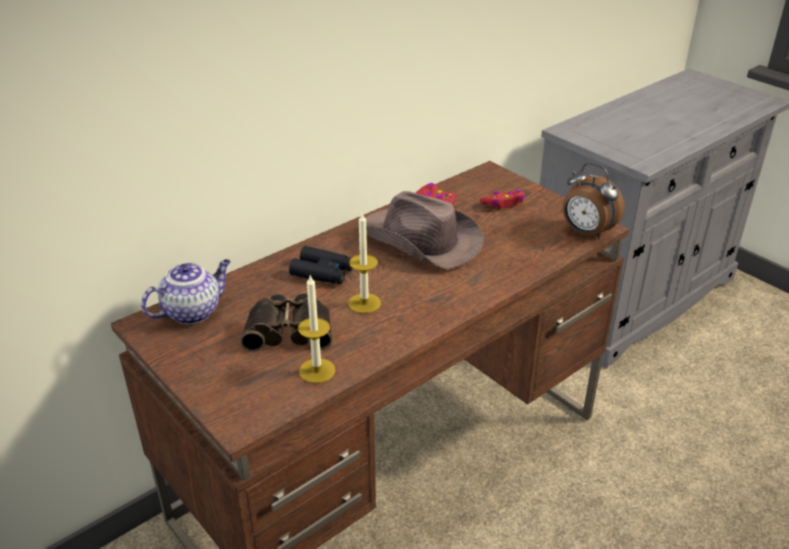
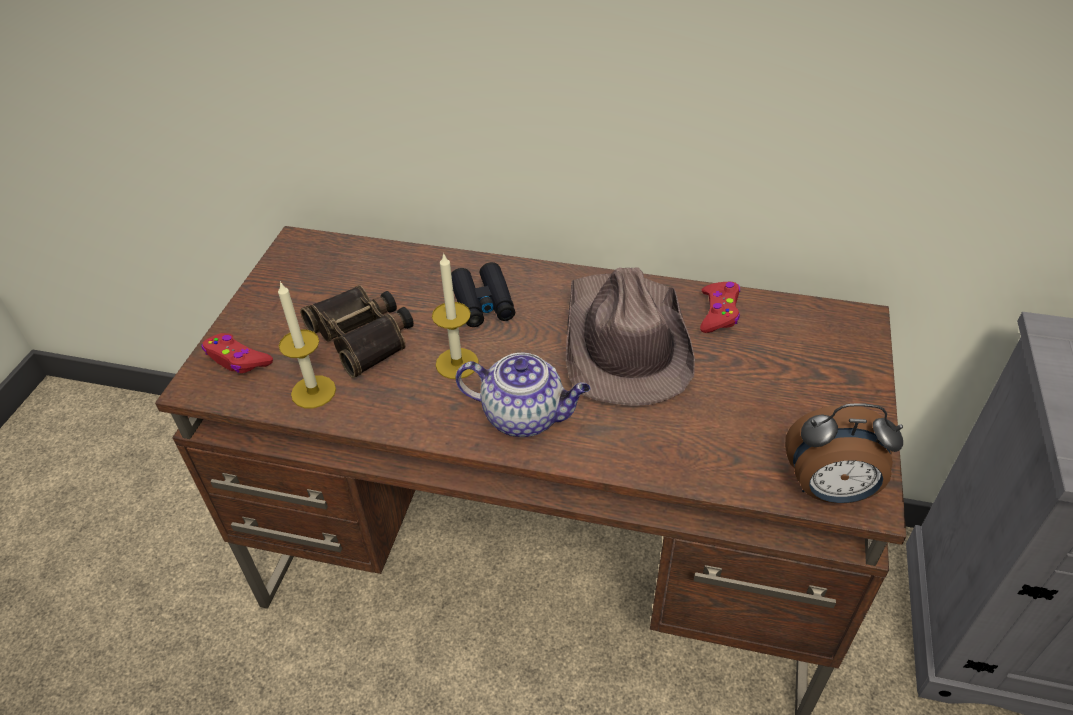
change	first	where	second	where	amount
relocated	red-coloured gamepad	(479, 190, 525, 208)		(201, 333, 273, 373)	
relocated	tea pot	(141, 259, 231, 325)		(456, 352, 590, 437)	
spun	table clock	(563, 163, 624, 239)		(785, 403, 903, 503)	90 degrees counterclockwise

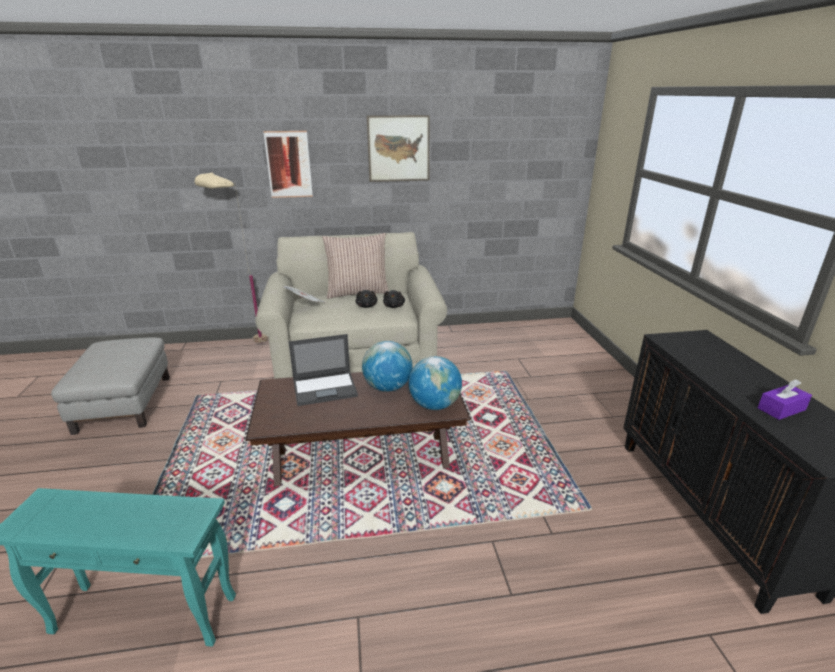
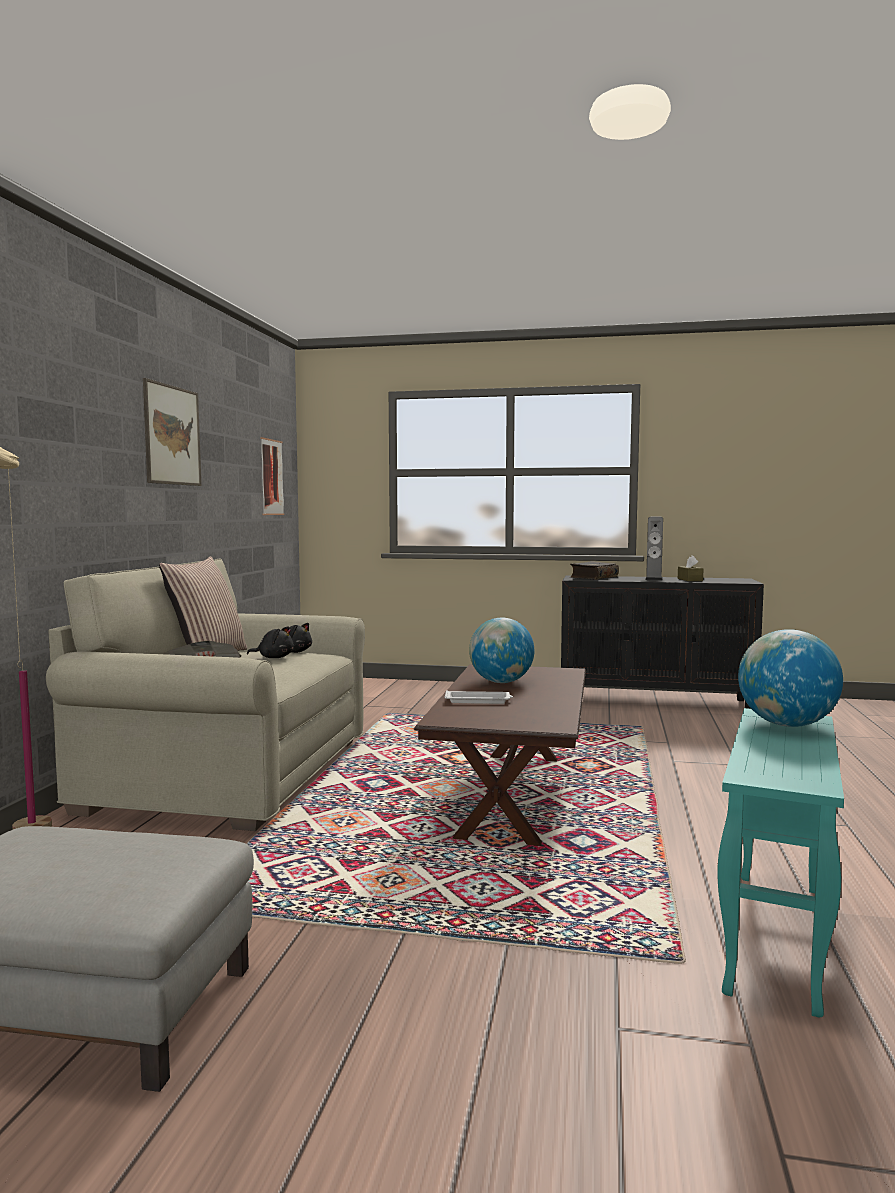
change	first	where	second	where	amount
relocated	picture	(263, 131, 313, 198)		(261, 437, 284, 515)	
exchanged	laptop	(289, 334, 358, 406)	whitish carrying tray	(445, 690, 513, 704)	
appeared			book	(570, 561, 619, 580)	
appeared			audio speaker	(645, 517, 663, 580)	
colour	purplish box of tissues	(758, 379, 812, 420)	brown-coloured box of tissues	(678, 555, 703, 581)	
relocated	world globe	(409, 356, 462, 410)		(738, 629, 843, 727)	

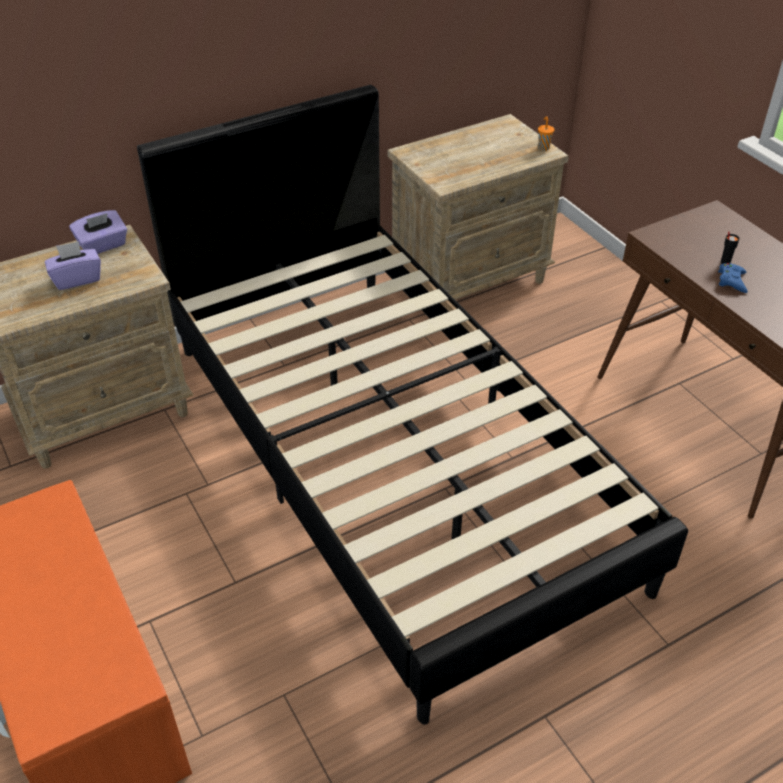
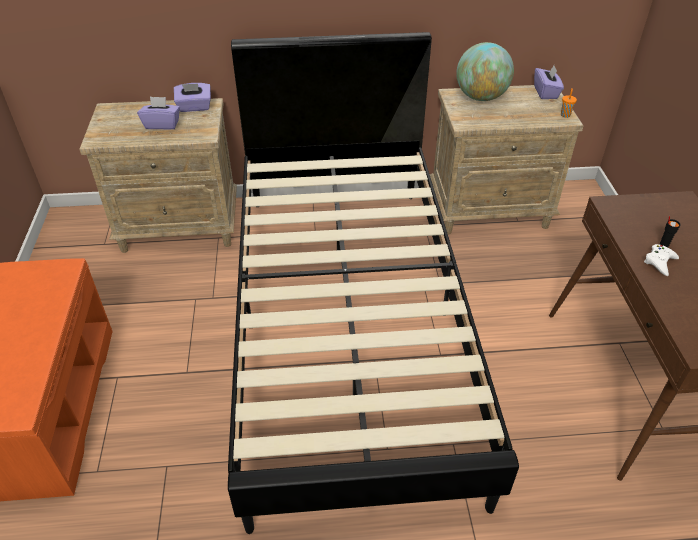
change	first	where	second	where	amount
appeared			world globe	(456, 42, 514, 101)	
appeared			purplish box of tissues	(534, 65, 564, 99)	
colour	bluish gamepad	(718, 263, 748, 293)	whitish gamepad	(644, 244, 679, 276)	

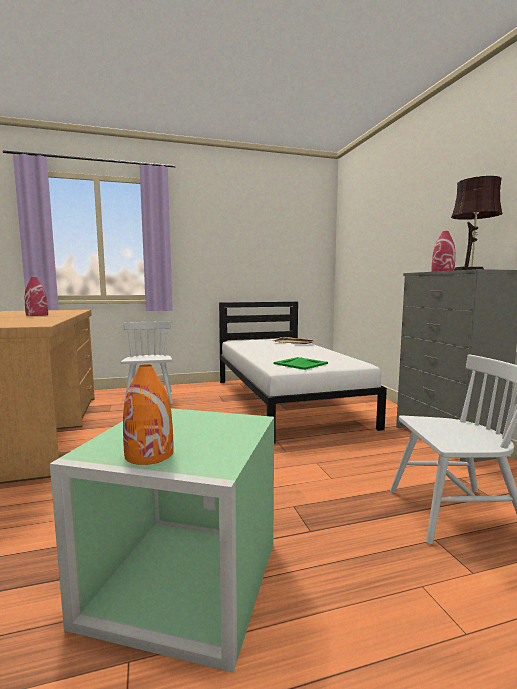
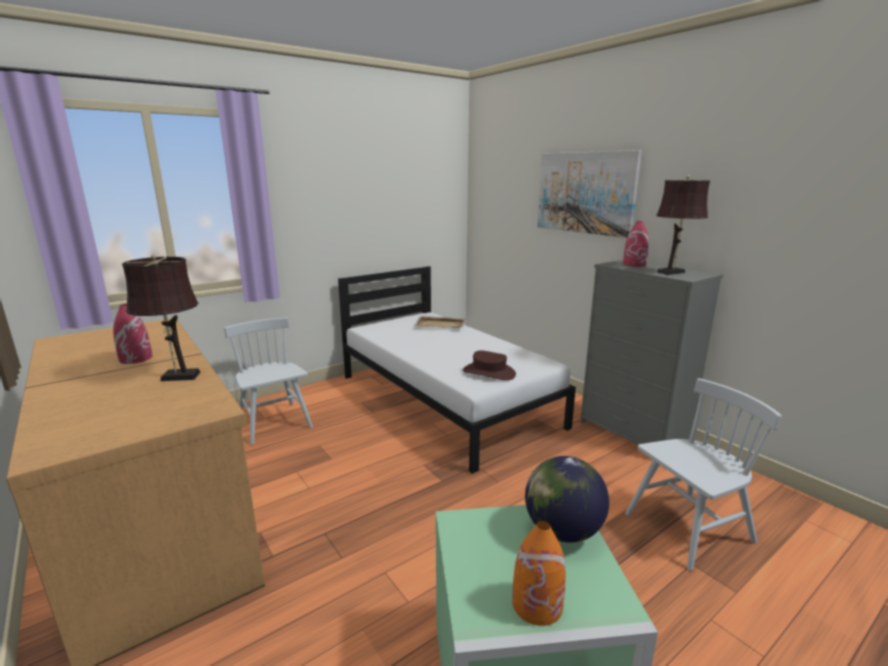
change	first	where	second	where	amount
appeared			brown-coloured tabletop lamp	(122, 254, 201, 381)	
exchanged	green carrying tray	(274, 357, 328, 370)	brown-coloured clothing hat	(463, 351, 516, 380)	
appeared			world globe	(525, 456, 609, 543)	
appeared			picture	(537, 150, 642, 238)	

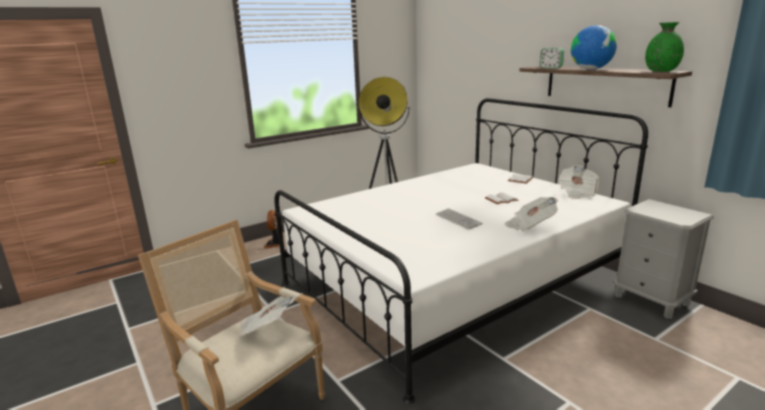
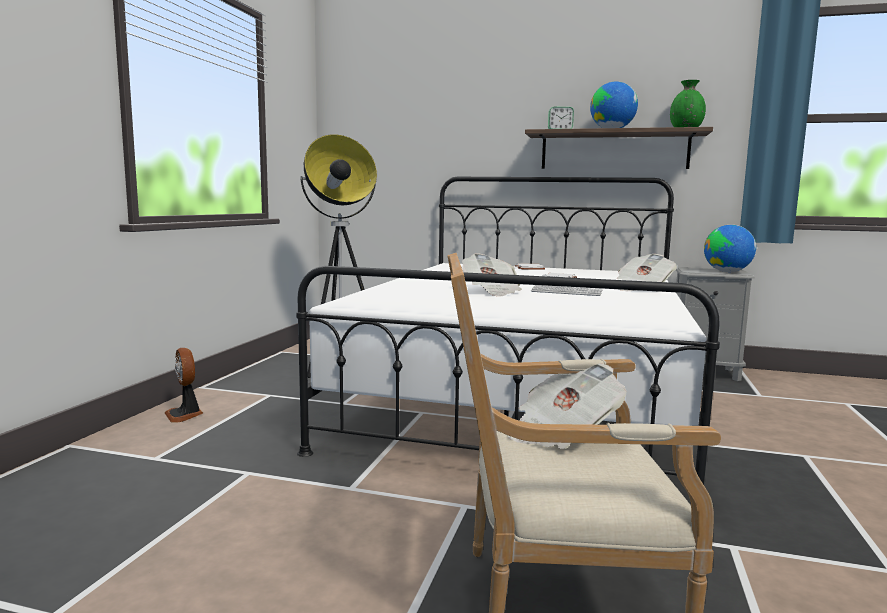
change	first	where	second	where	amount
relocated	daily paper	(558, 165, 600, 199)		(462, 253, 522, 297)	
appeared			world globe	(704, 225, 756, 272)	

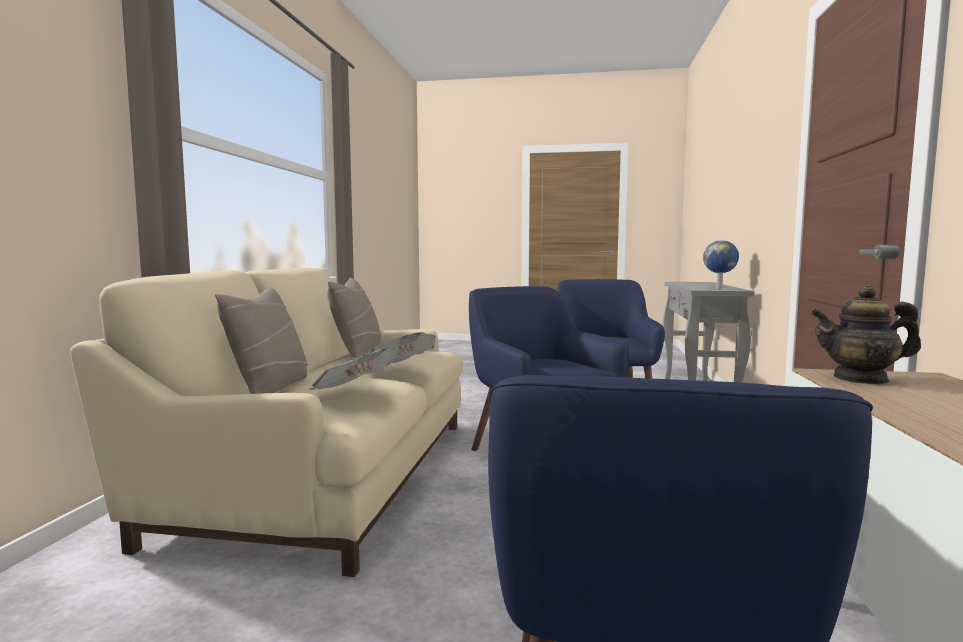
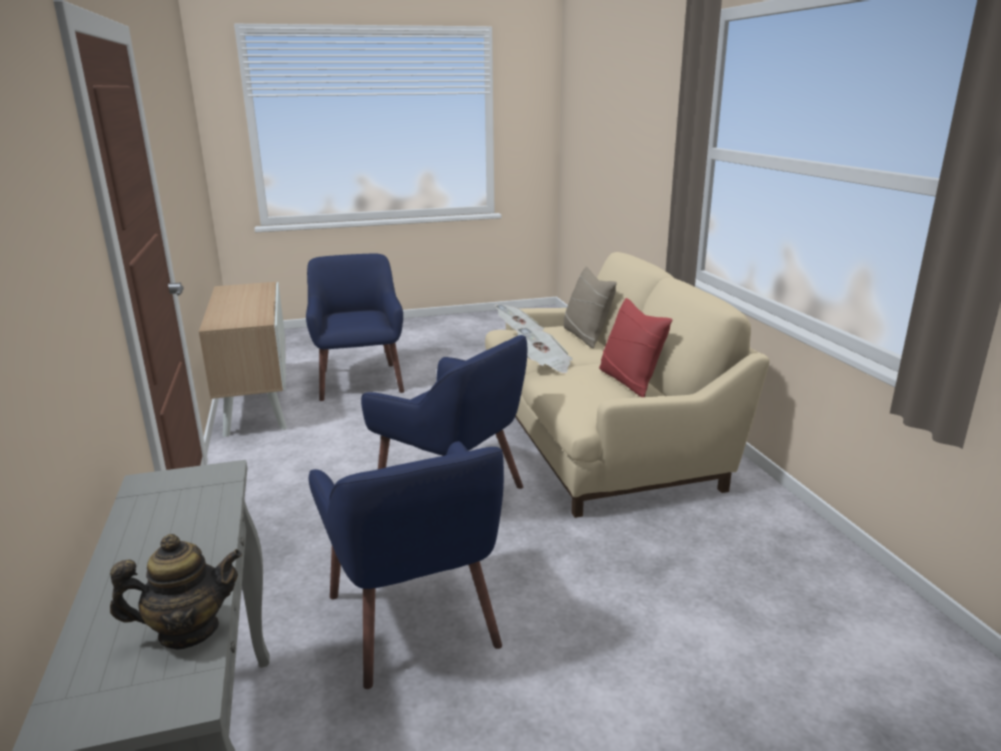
change	first	where	second	where	amount
relocated	tea pot	(811, 285, 921, 384)		(110, 534, 242, 649)	
colour	beige-coloured pillow	(327, 278, 382, 358)	red-coloured pillow	(599, 298, 672, 397)	
missing	world globe	(703, 240, 739, 289)			

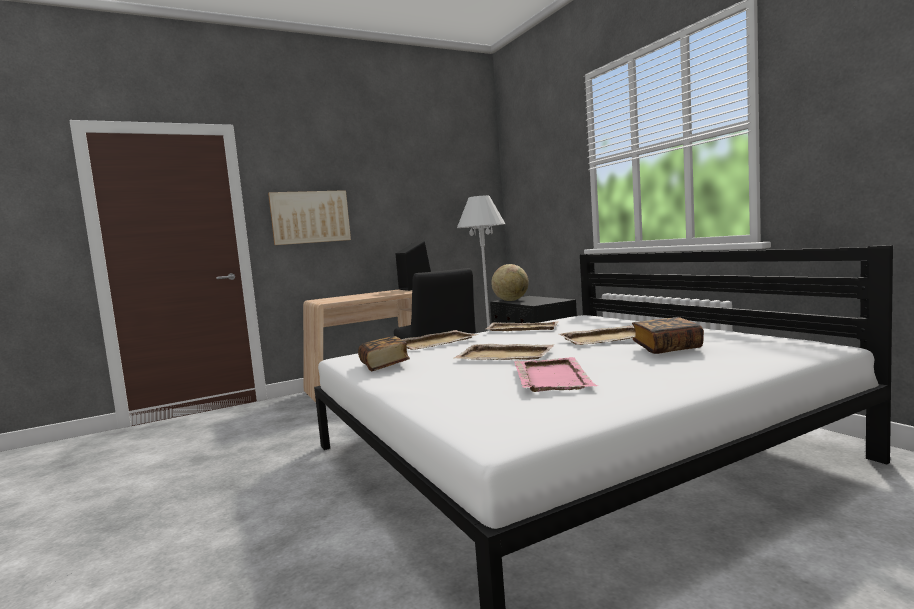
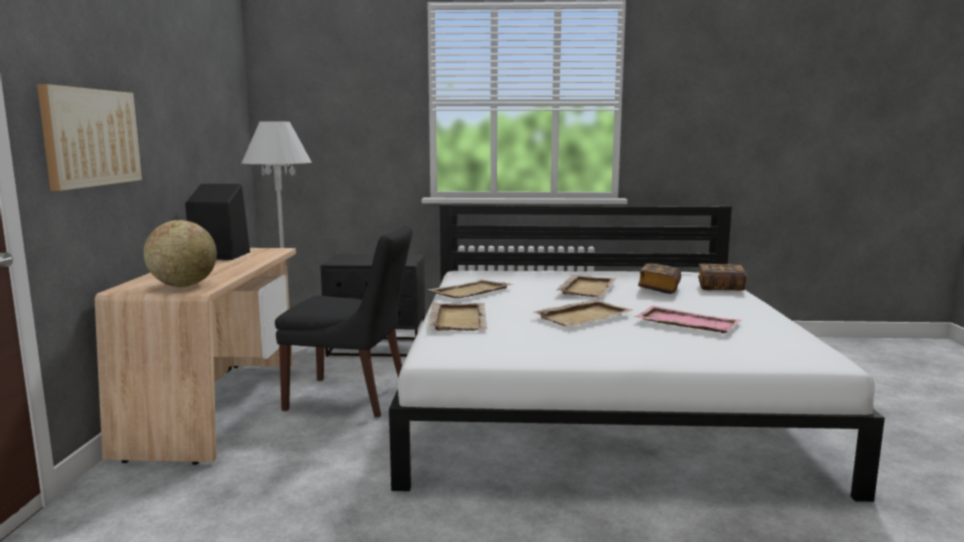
change	first	where	second	where	amount
relocated	world globe	(491, 264, 529, 301)		(144, 220, 217, 287)	
relocated	book	(358, 336, 410, 371)		(698, 263, 747, 291)	

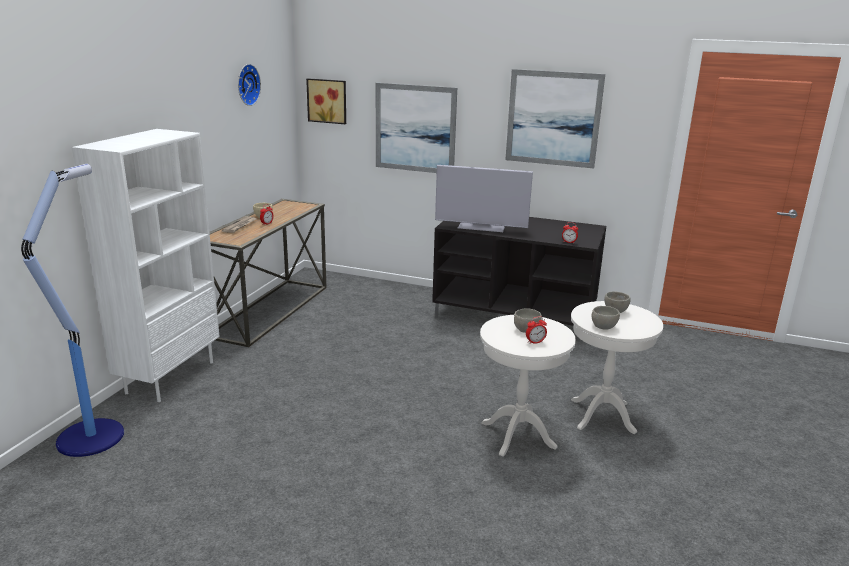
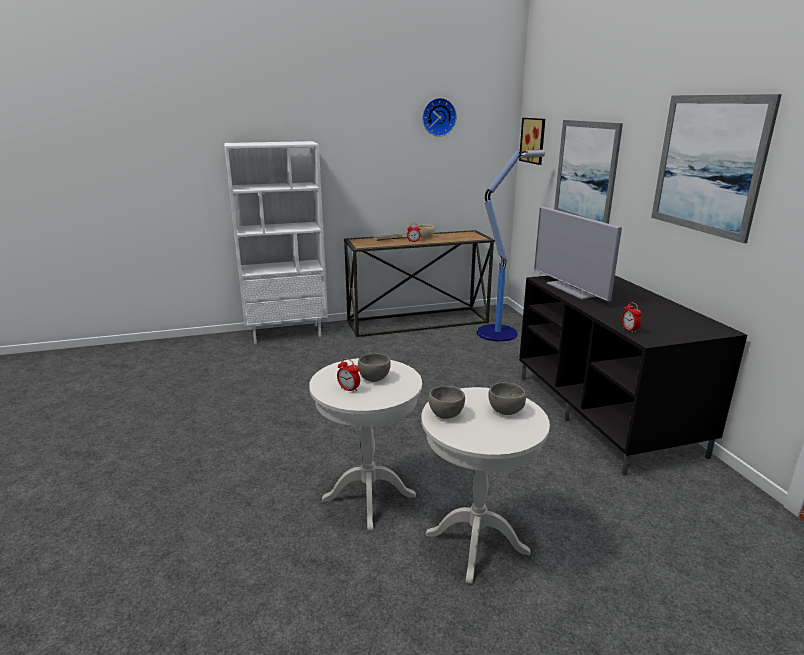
change	first	where	second	where	amount
relocated	standard lamp	(21, 164, 124, 457)		(477, 149, 545, 342)	

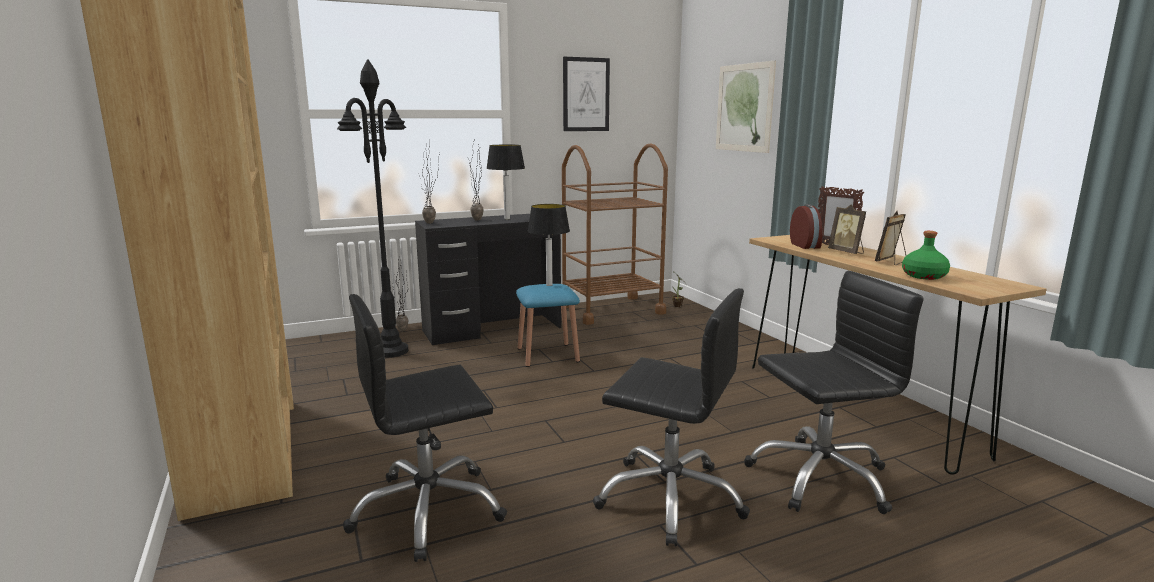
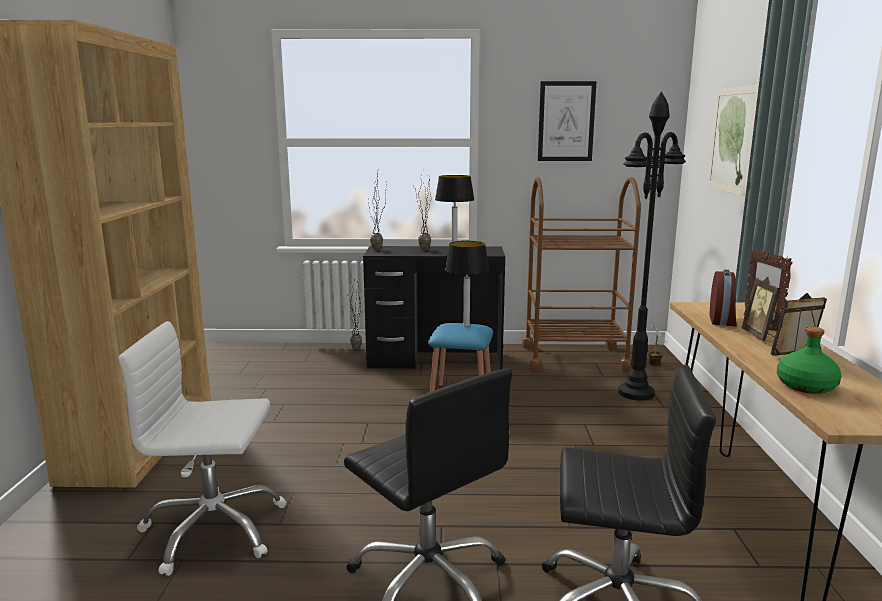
change	first	where	second	where	amount
colour	blackish computer chair	(343, 294, 507, 562)	whitish computer chair	(118, 321, 286, 576)	
relocated	blackish standard lamp	(337, 59, 409, 358)		(618, 91, 686, 401)	

